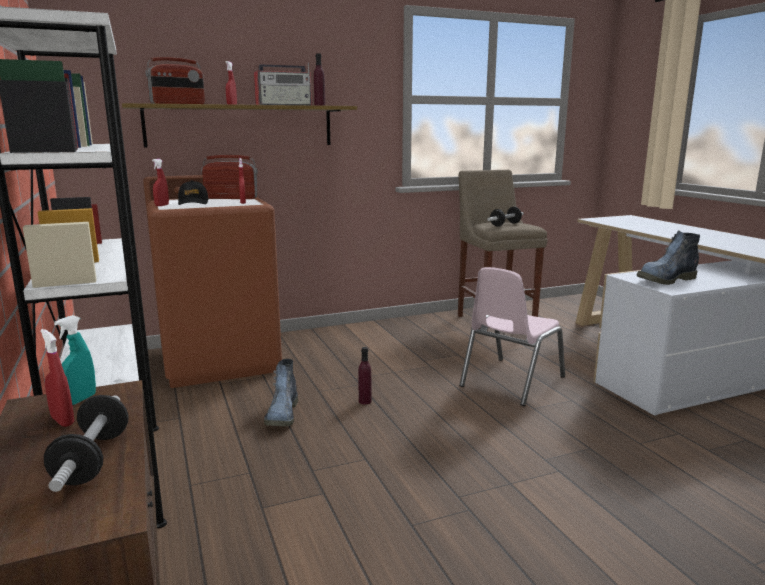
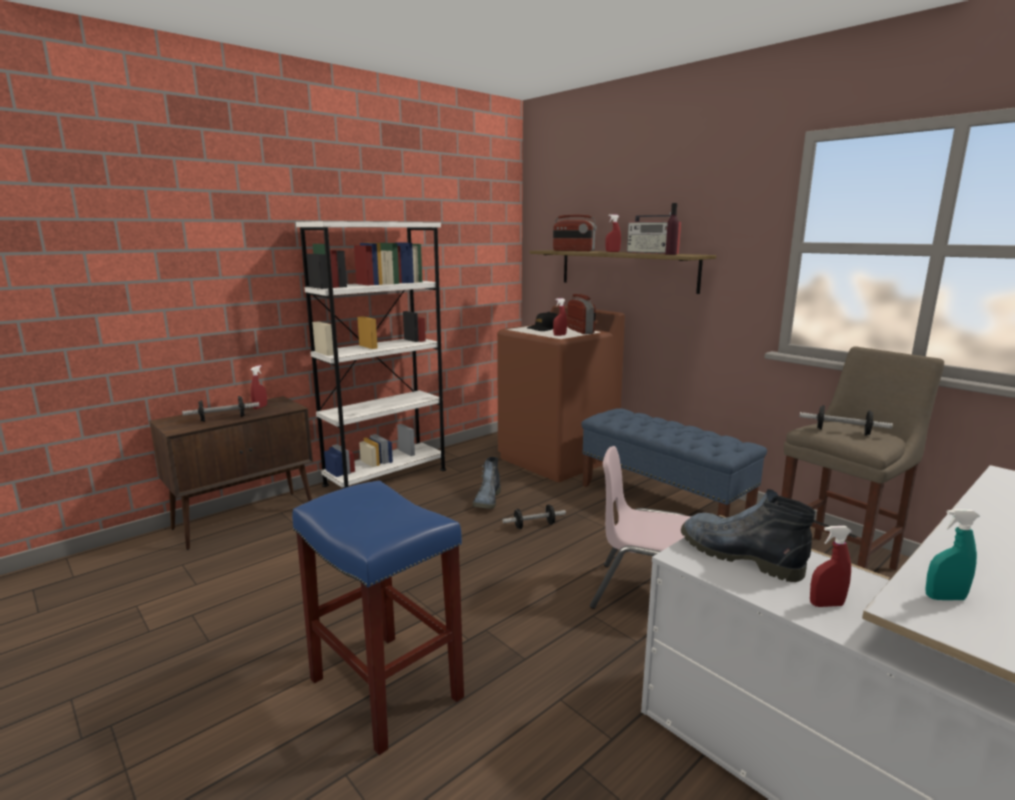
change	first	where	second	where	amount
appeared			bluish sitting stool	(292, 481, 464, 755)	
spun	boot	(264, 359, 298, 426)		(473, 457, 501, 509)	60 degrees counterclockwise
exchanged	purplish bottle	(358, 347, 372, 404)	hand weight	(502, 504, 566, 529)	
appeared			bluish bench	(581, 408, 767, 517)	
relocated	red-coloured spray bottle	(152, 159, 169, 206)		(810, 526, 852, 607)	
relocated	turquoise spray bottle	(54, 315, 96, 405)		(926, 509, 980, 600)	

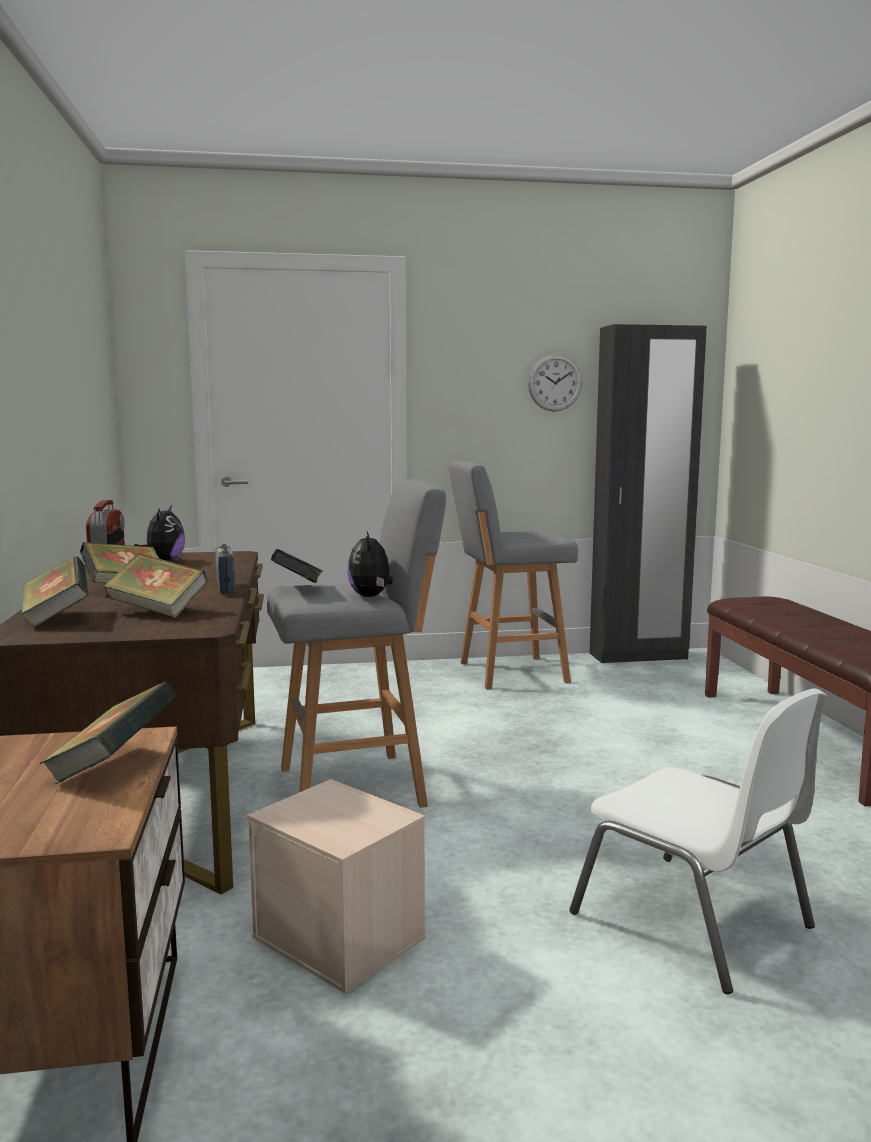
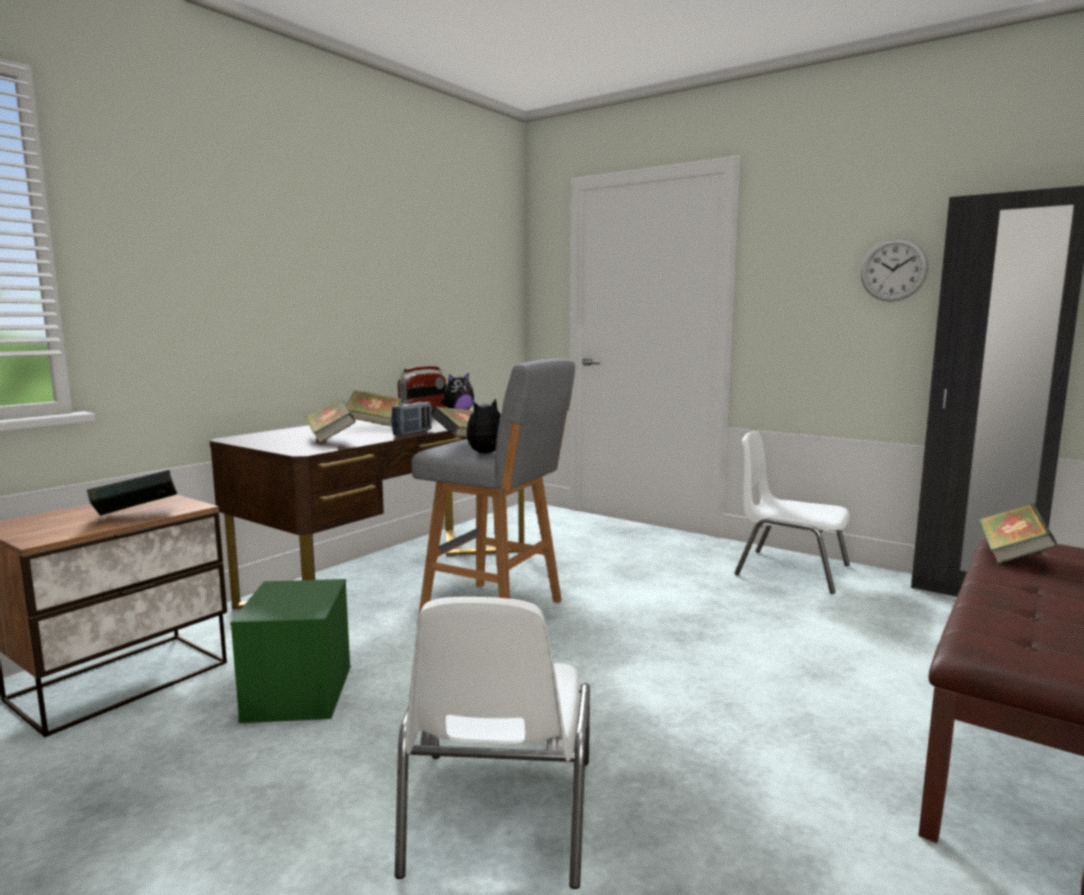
change	first	where	second	where	amount
colour	beige-coloured storage container	(247, 779, 426, 994)	green storage container	(230, 579, 351, 723)	
exchanged	grey sitting stool	(449, 460, 578, 690)	whitish upright chair	(734, 431, 850, 594)	
relocated	book	(22, 556, 89, 628)		(979, 504, 1057, 564)	

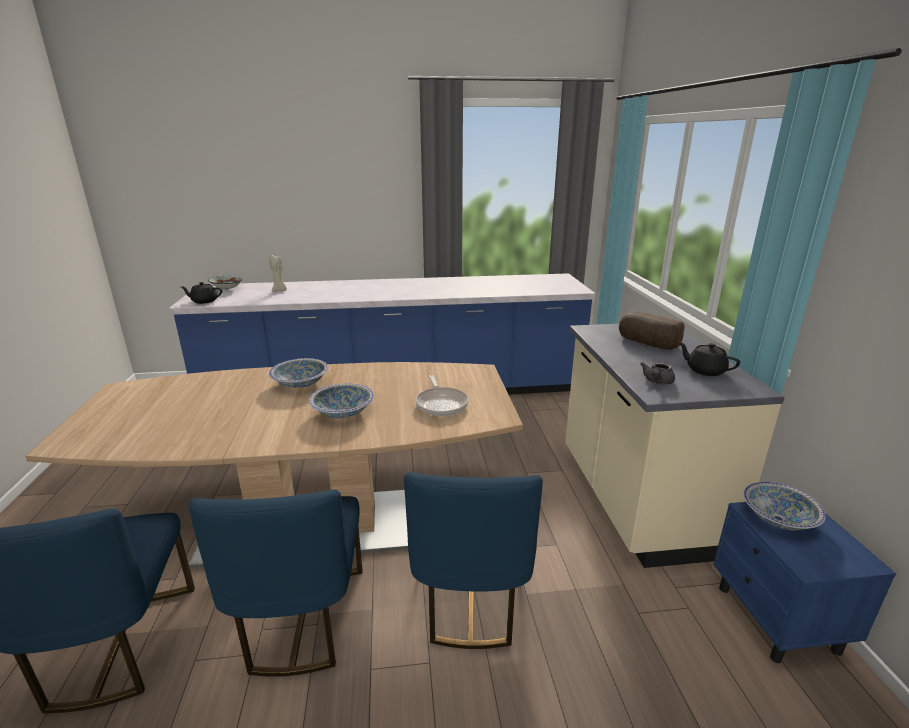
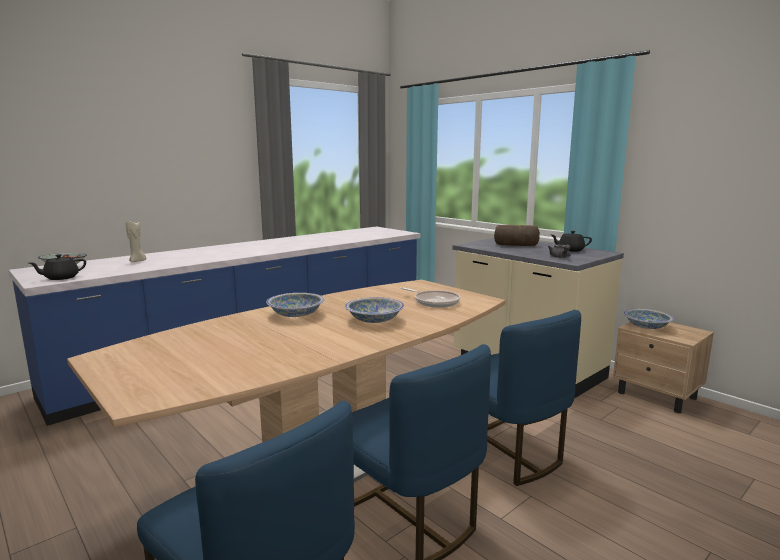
change	first	where	second	where	amount
colour	bluish nightstand	(713, 502, 896, 663)	beige-coloured nightstand	(613, 322, 714, 413)	

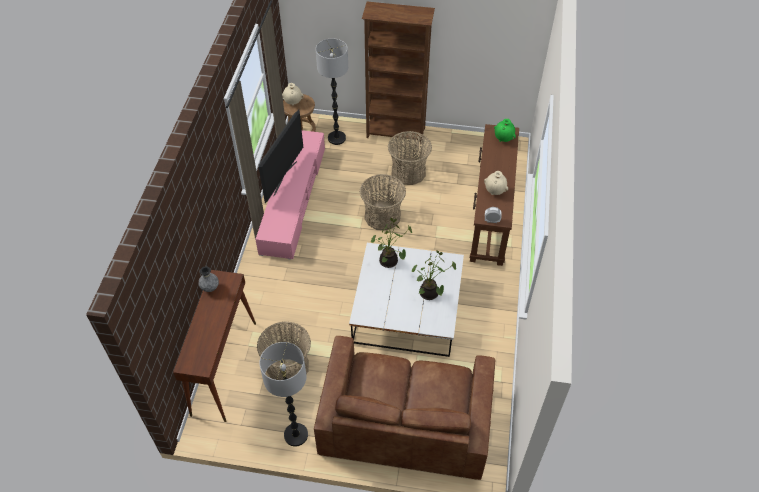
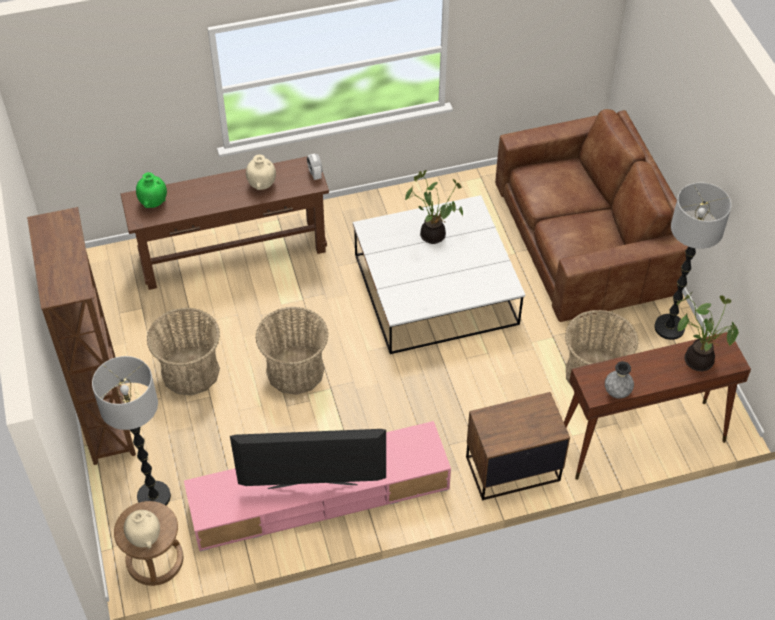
change	first	where	second	where	amount
appeared			brown-coloured nightstand	(466, 392, 570, 501)	
relocated	potted plant	(371, 218, 412, 268)		(677, 292, 739, 371)	

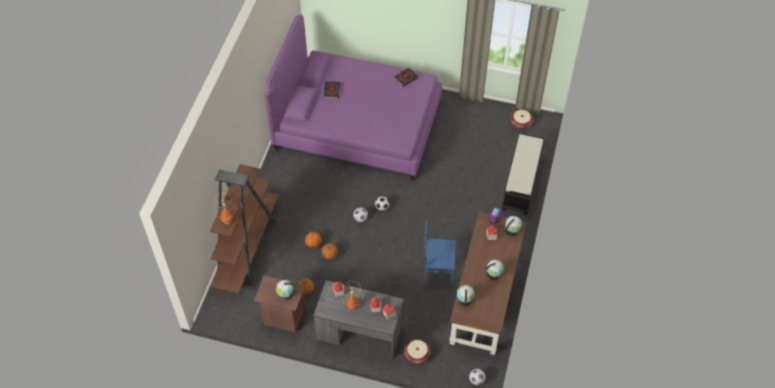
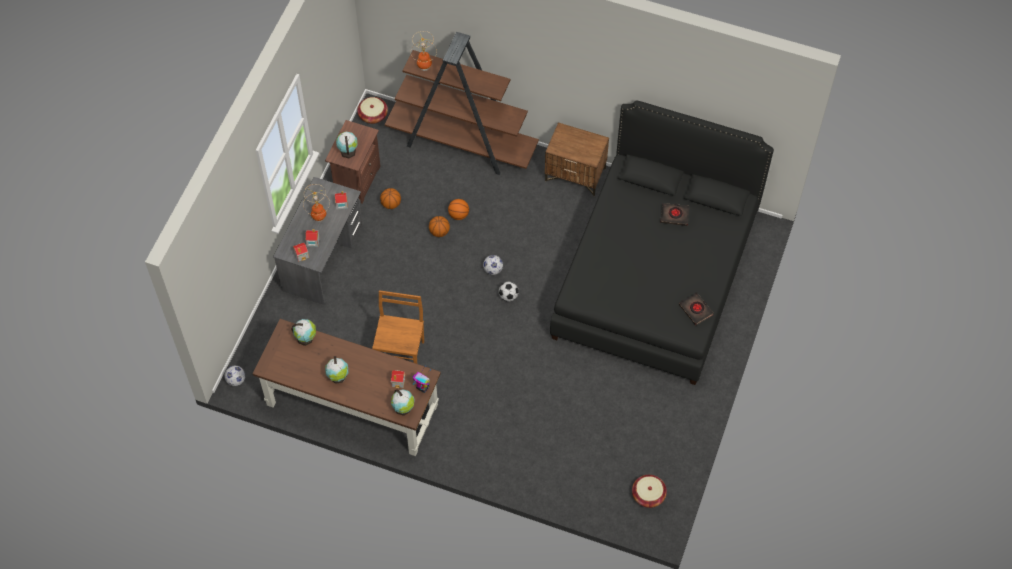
change	first	where	second	where	amount
relocated	household basket	(404, 339, 430, 364)		(357, 97, 388, 124)	
colour	bluish upright chair	(424, 221, 456, 285)	brown-coloured upright chair	(372, 290, 424, 364)	
appeared			brown-coloured nightstand	(545, 122, 609, 196)	
colour	purplish bed	(264, 15, 442, 180)	blackish bed	(550, 100, 774, 385)	
missing	blackish bench	(502, 133, 545, 215)			

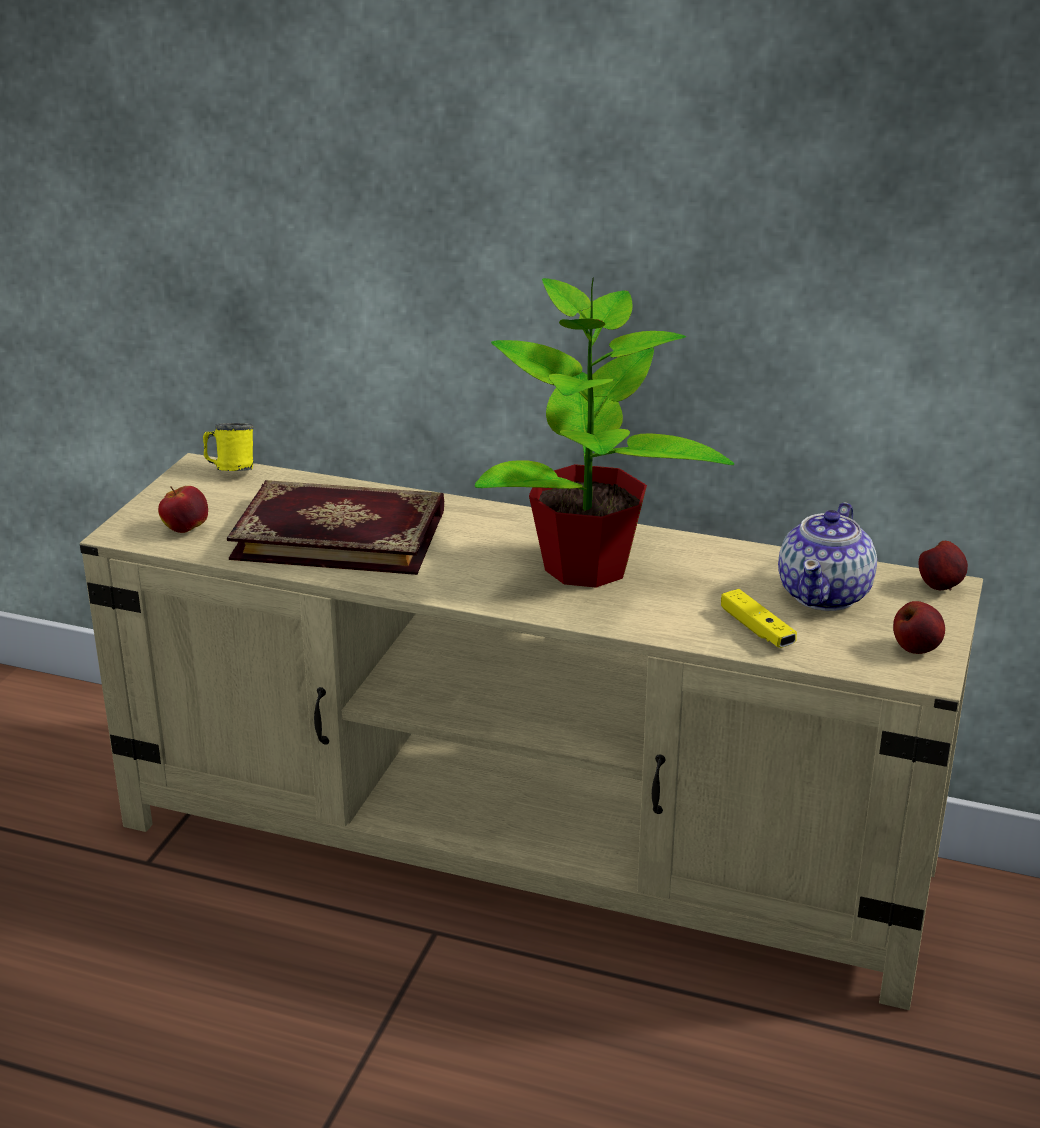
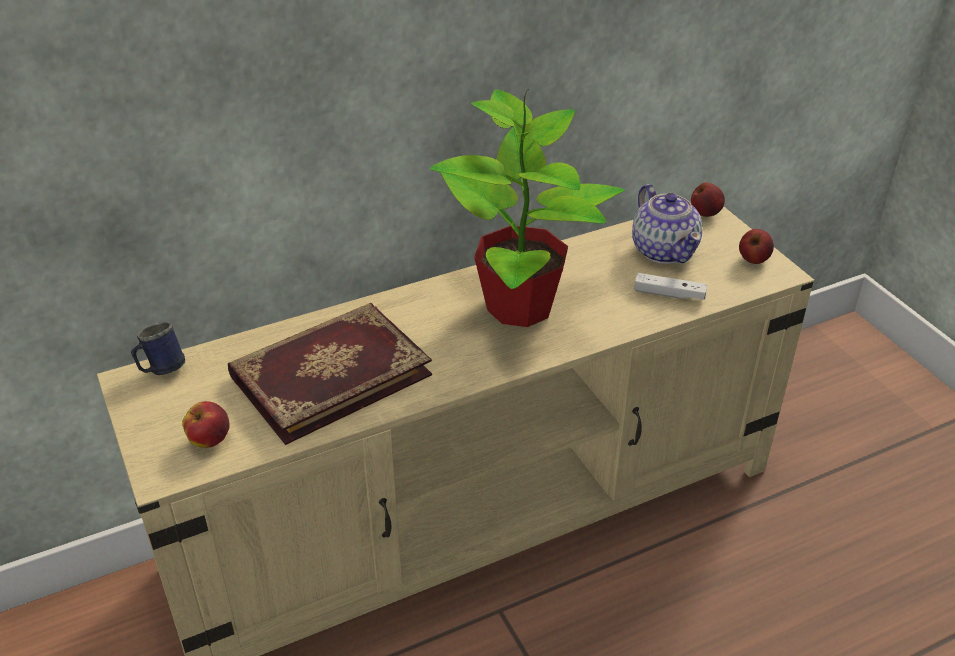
change	first	where	second	where	amount
colour	yellowish tea mug	(203, 423, 254, 471)	bluish tea mug	(131, 322, 185, 375)	
colour	yellowish gamepad	(721, 589, 797, 648)	whitish gamepad	(635, 273, 708, 300)	

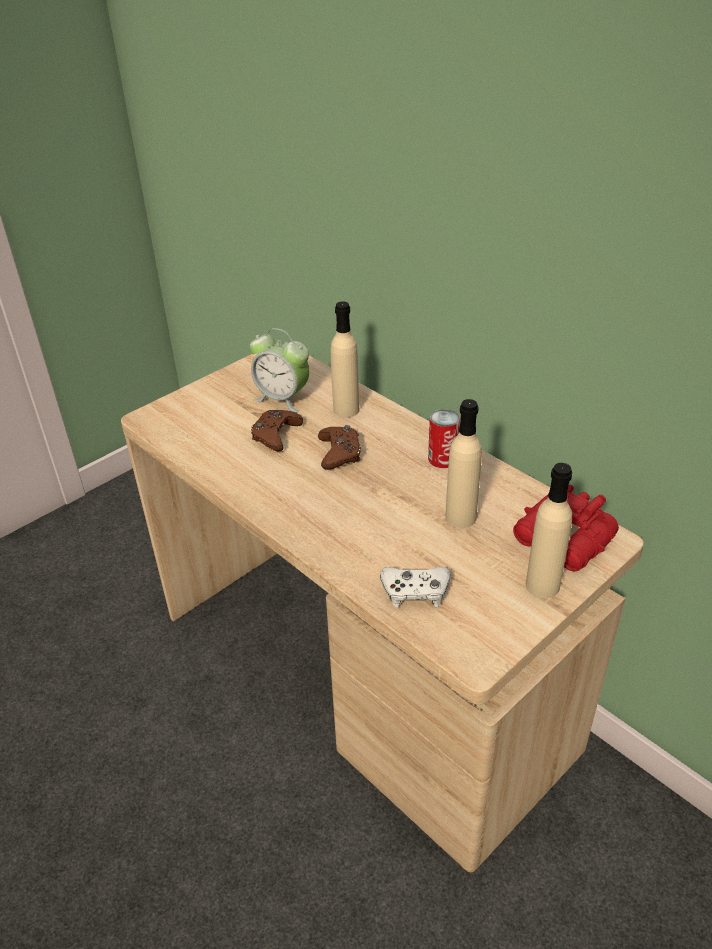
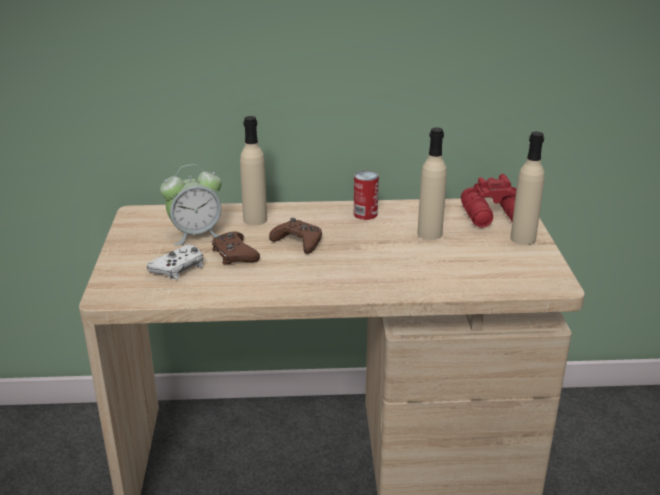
change	first	where	second	where	amount
relocated	whitish gamepad	(380, 567, 451, 608)		(147, 244, 204, 279)	

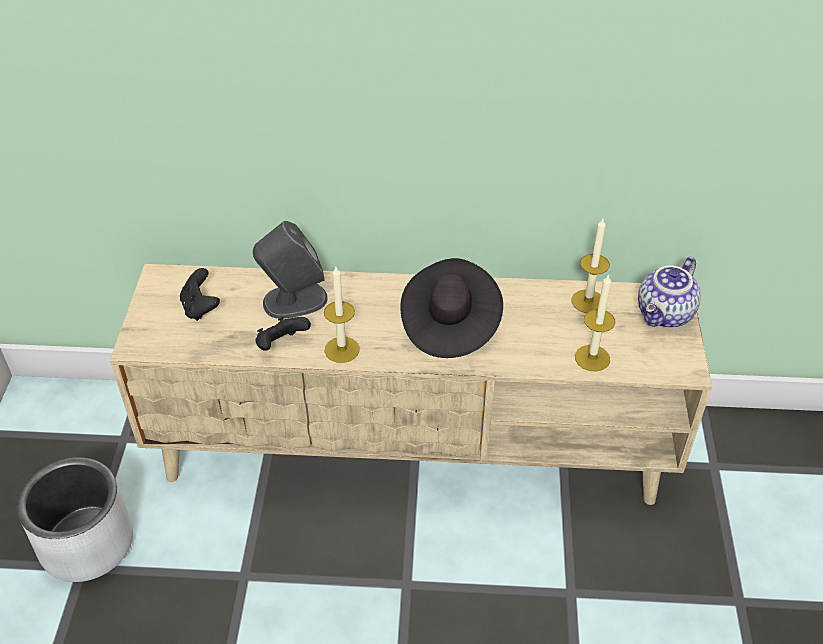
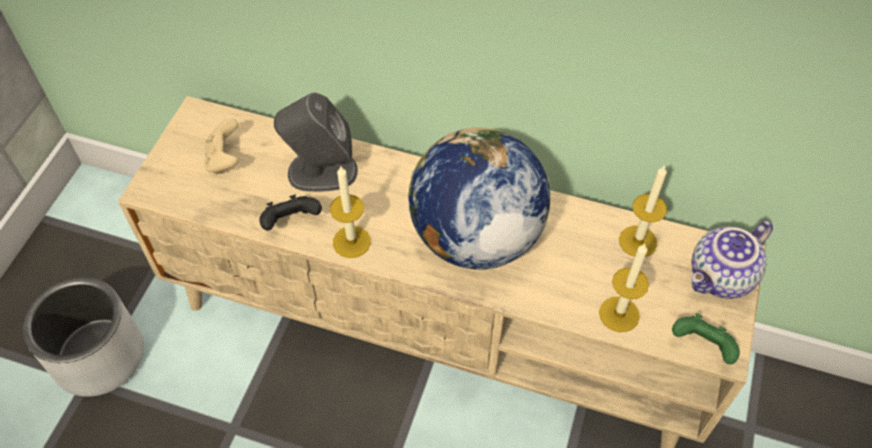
change	first	where	second	where	amount
colour	blackish gamepad	(180, 268, 220, 321)	beige-coloured gamepad	(204, 118, 239, 175)	
exchanged	blackish clothing hat	(400, 258, 503, 358)	world globe	(408, 127, 550, 270)	
appeared			green gamepad	(672, 313, 740, 364)	

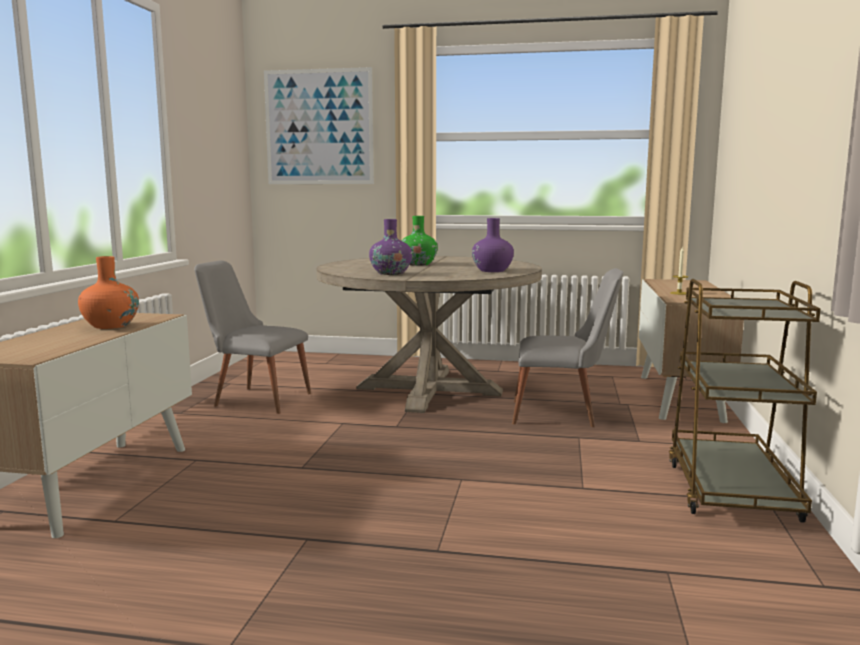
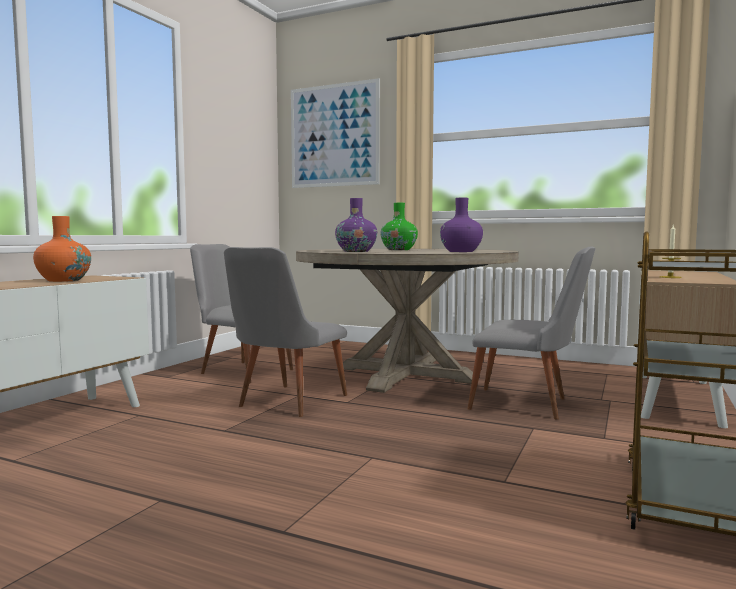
change	first	where	second	where	amount
appeared			grey upright chair	(224, 247, 347, 417)	

